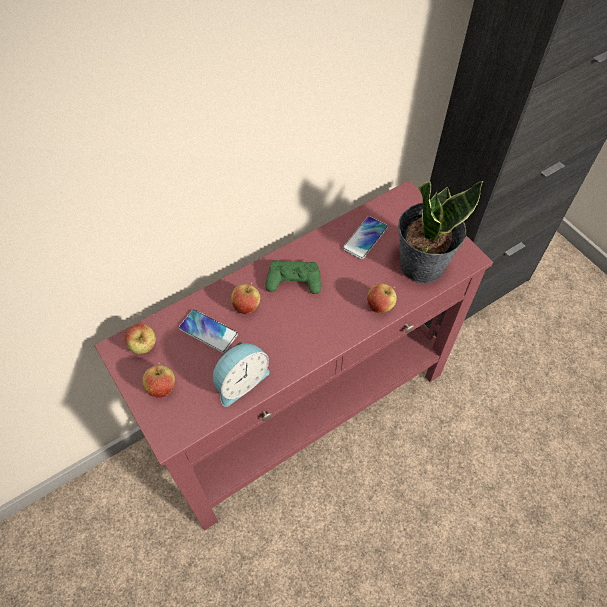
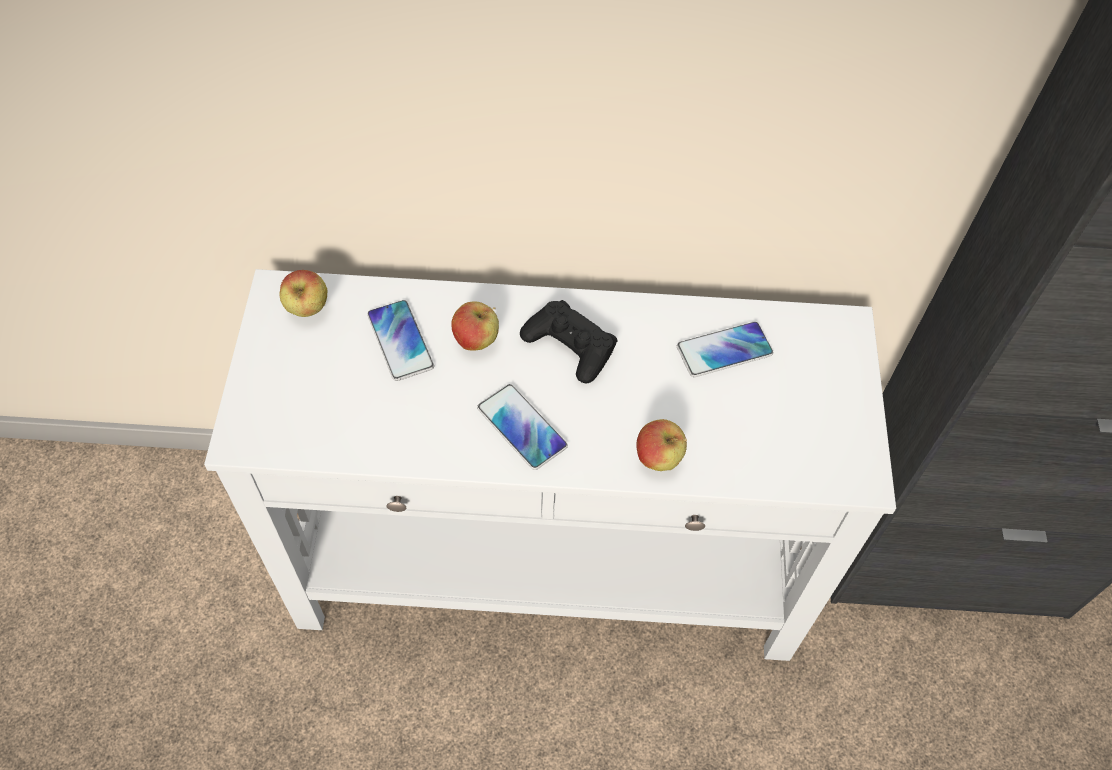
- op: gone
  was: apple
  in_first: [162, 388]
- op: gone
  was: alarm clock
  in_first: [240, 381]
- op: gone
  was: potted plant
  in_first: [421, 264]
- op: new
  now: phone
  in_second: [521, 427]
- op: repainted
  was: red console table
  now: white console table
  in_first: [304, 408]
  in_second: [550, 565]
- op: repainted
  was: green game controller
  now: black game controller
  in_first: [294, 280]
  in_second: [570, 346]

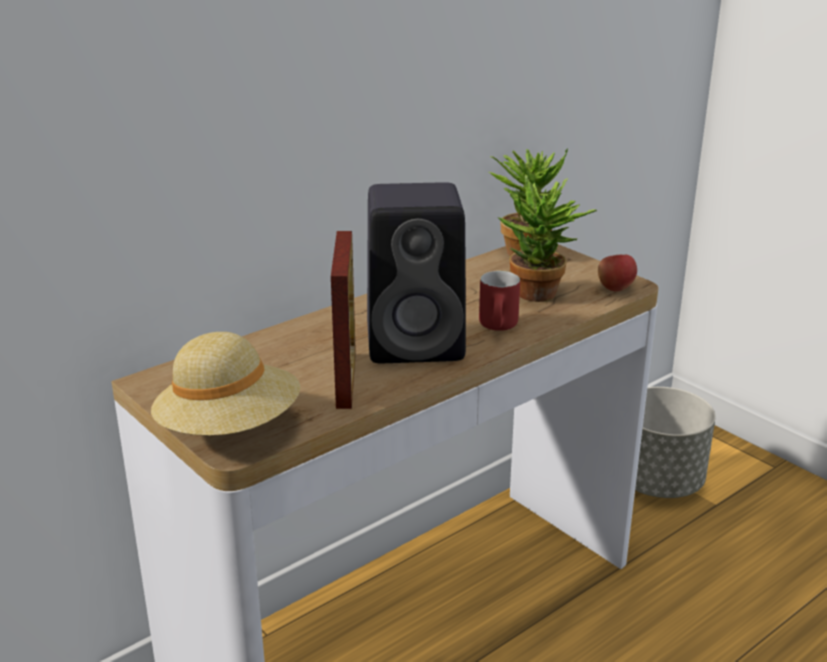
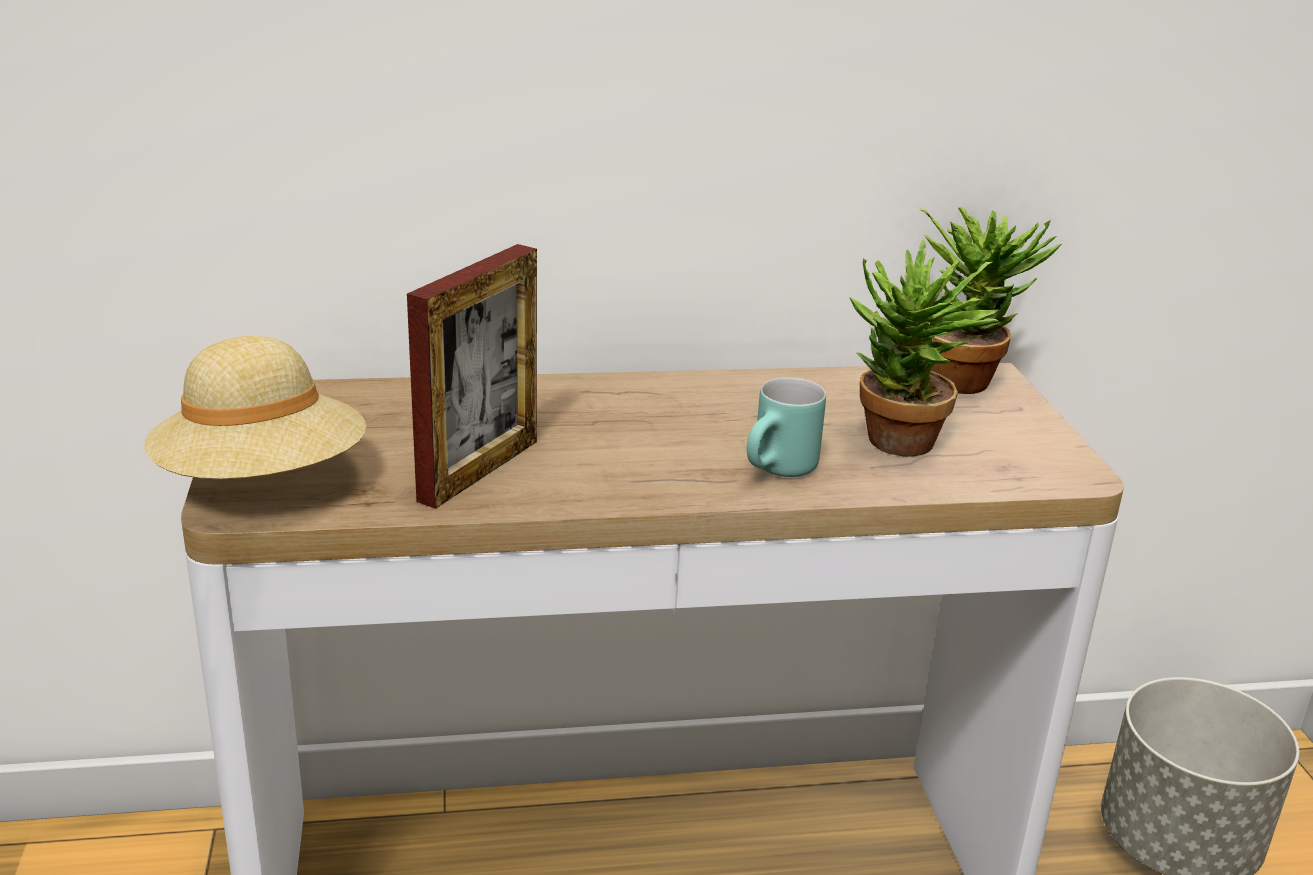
- op: gone
  was: black speaker
  in_first: [419, 343]
- op: gone
  was: apple
  in_first: [615, 288]
- op: repainted
  was: red mug
  now: turquoise mug
  in_first: [500, 328]
  in_second: [781, 472]

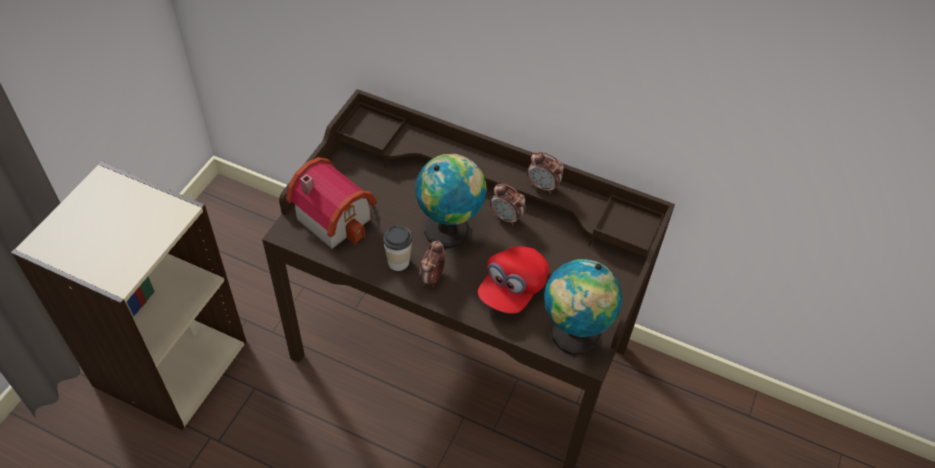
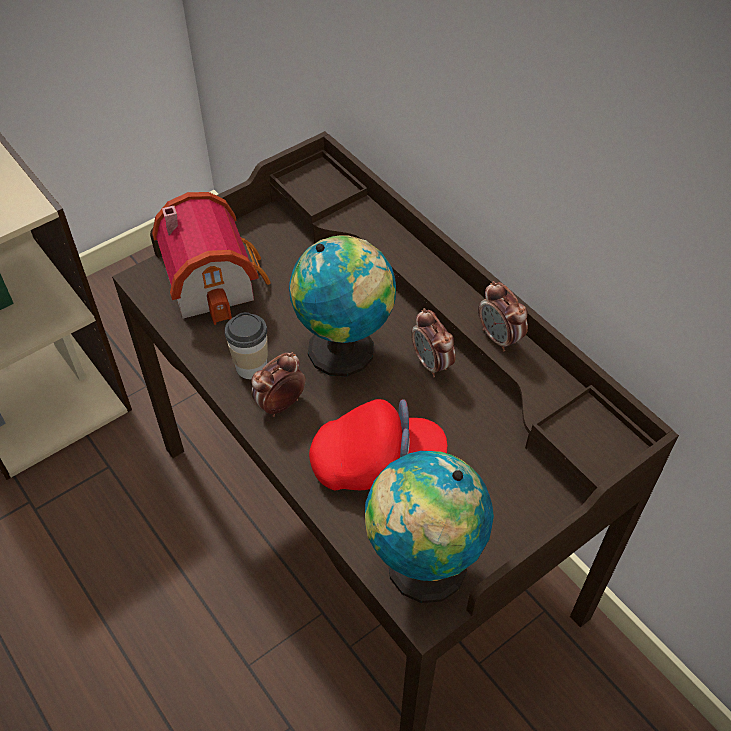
- op: rotated
  was: red cap
  in_first: [512, 289]
  in_second: [377, 464]
  clockwise: -150

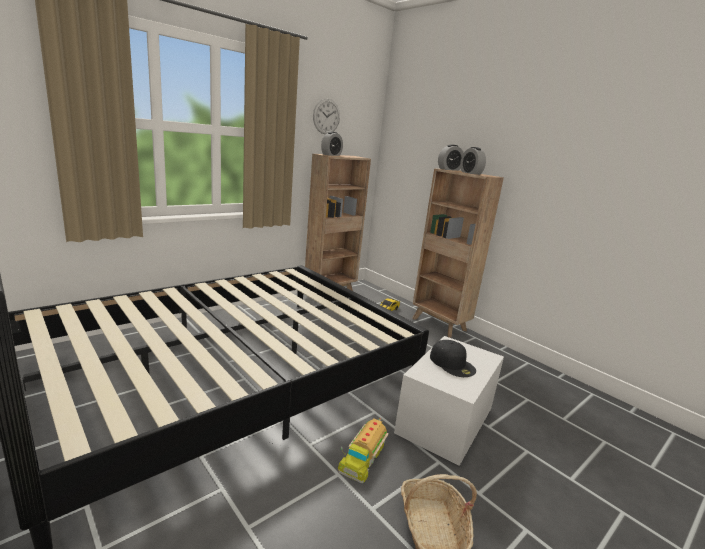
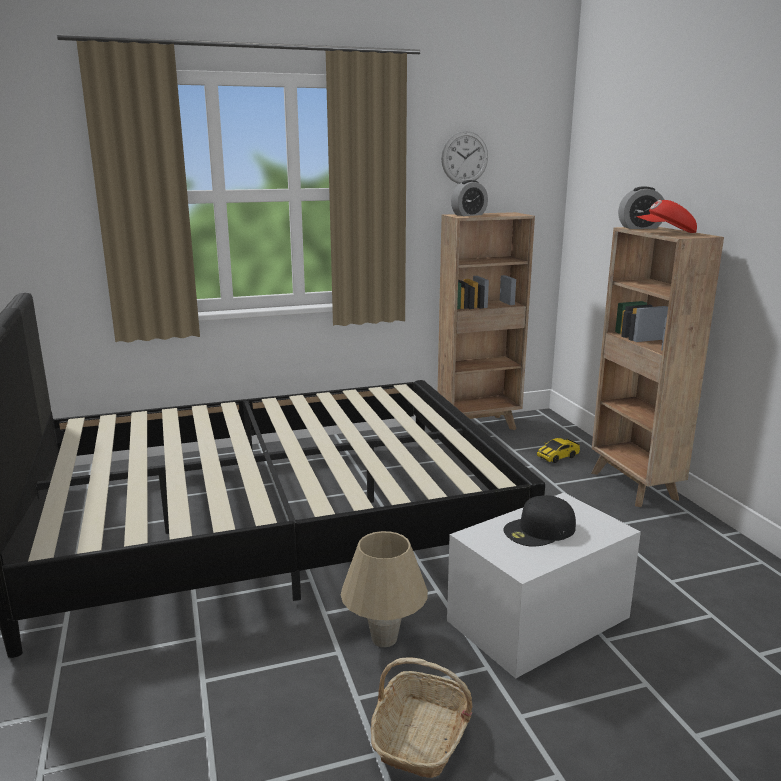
- op: swapped
  was: toy truck
  now: beige table lamp
  in_first: [363, 456]
  in_second: [384, 639]
- op: swapped
  was: alarm clock
  now: red cap
  in_first: [470, 173]
  in_second: [666, 232]
- op: rotated
  was: black cap
  in_first: [452, 363]
  in_second: [539, 530]
  clockwise: 75

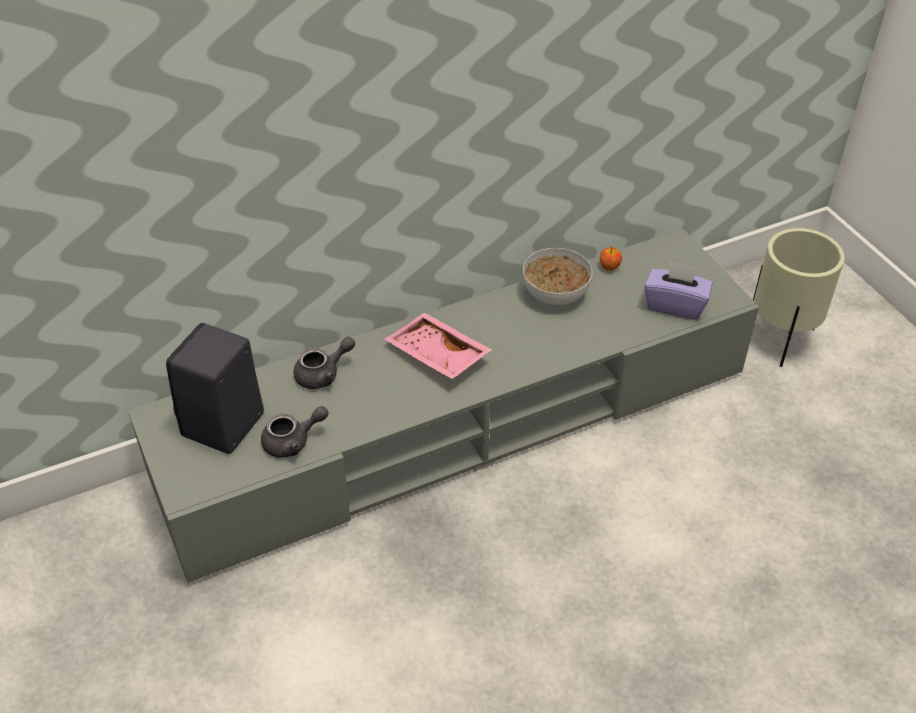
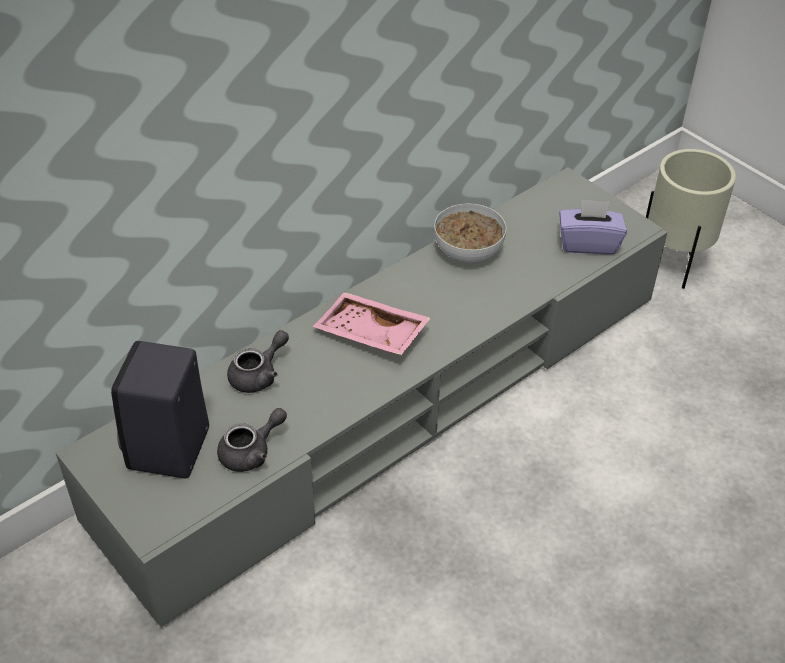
- op: gone
  was: apple
  in_first: [609, 267]

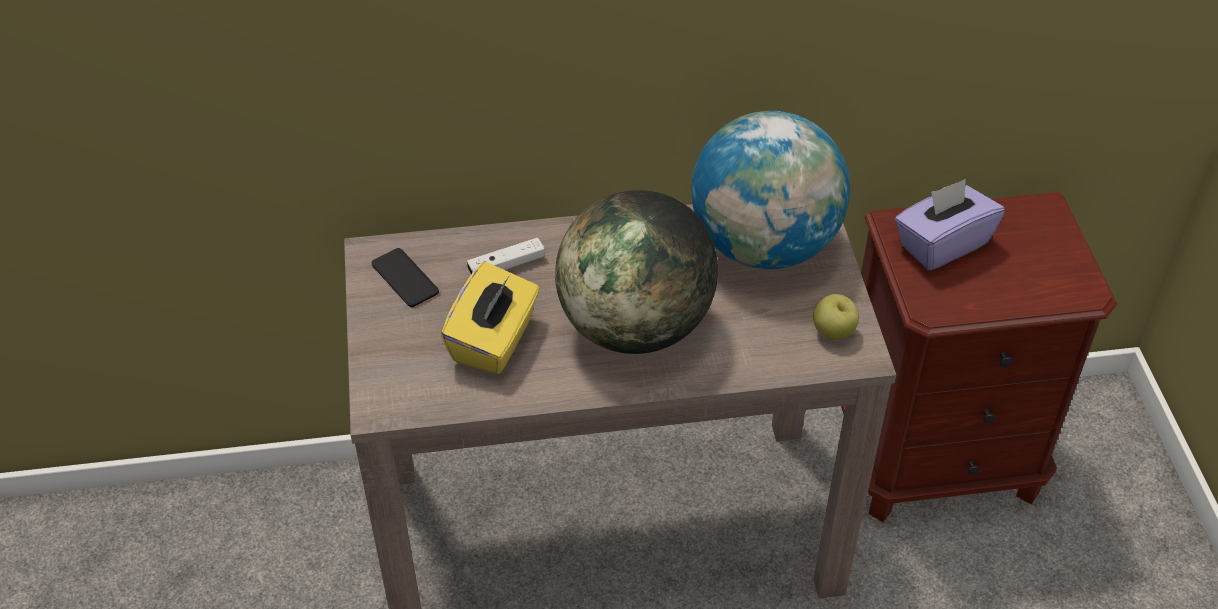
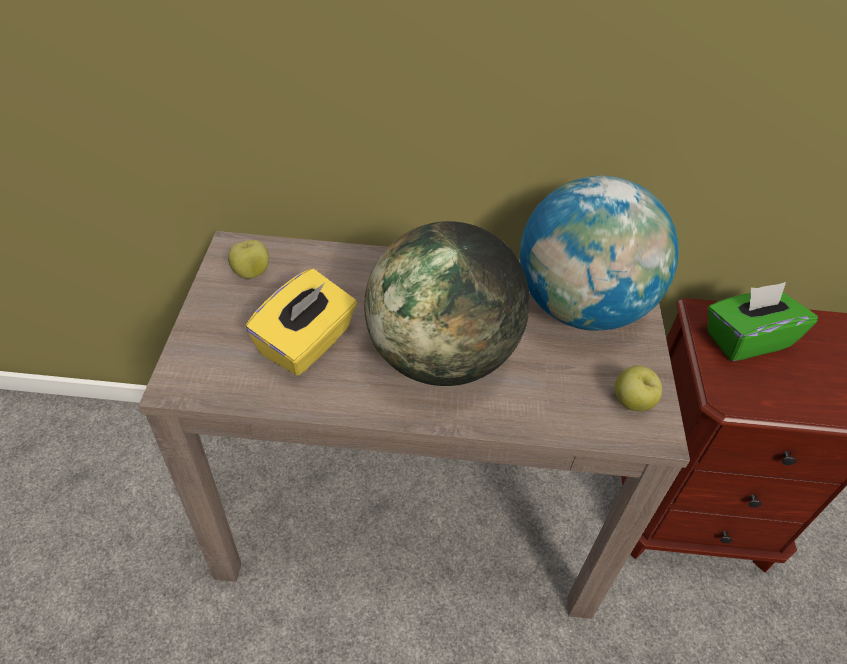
- op: gone
  was: white game controller
  in_first: [506, 265]
- op: swapped
  was: phone
  now: apple
  in_first: [405, 278]
  in_second: [251, 273]
- op: repainted
  was: purple tissue box
  now: green tissue box
  in_first: [942, 244]
  in_second: [746, 339]

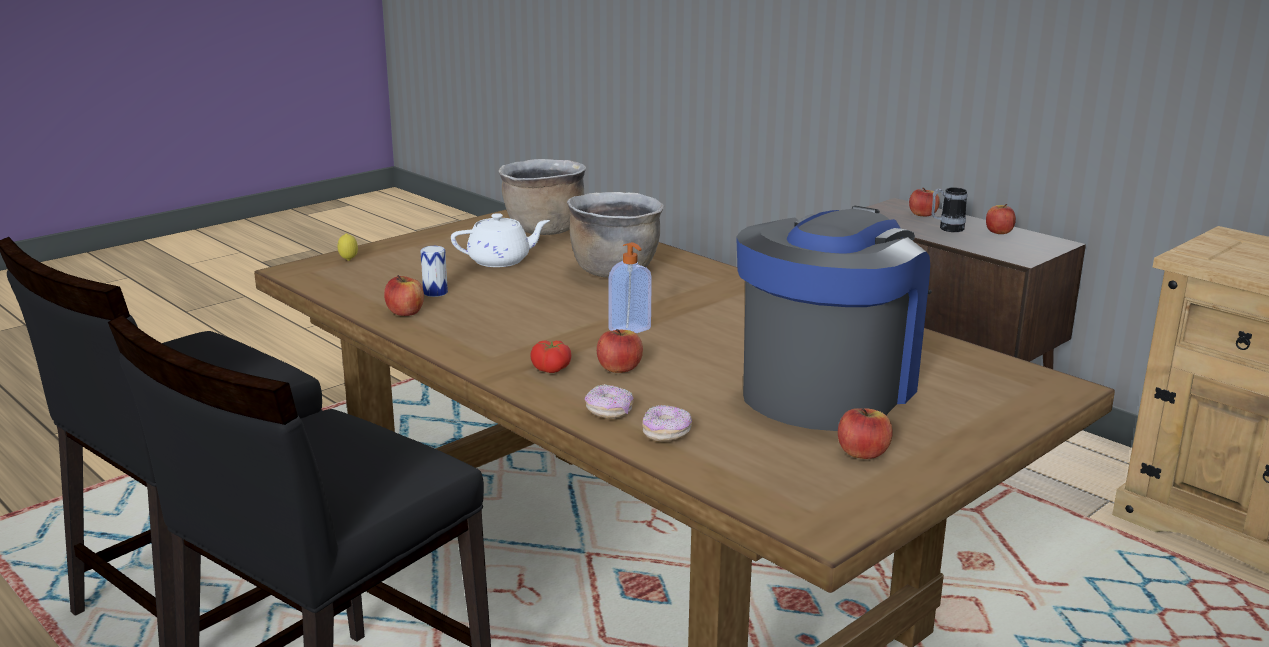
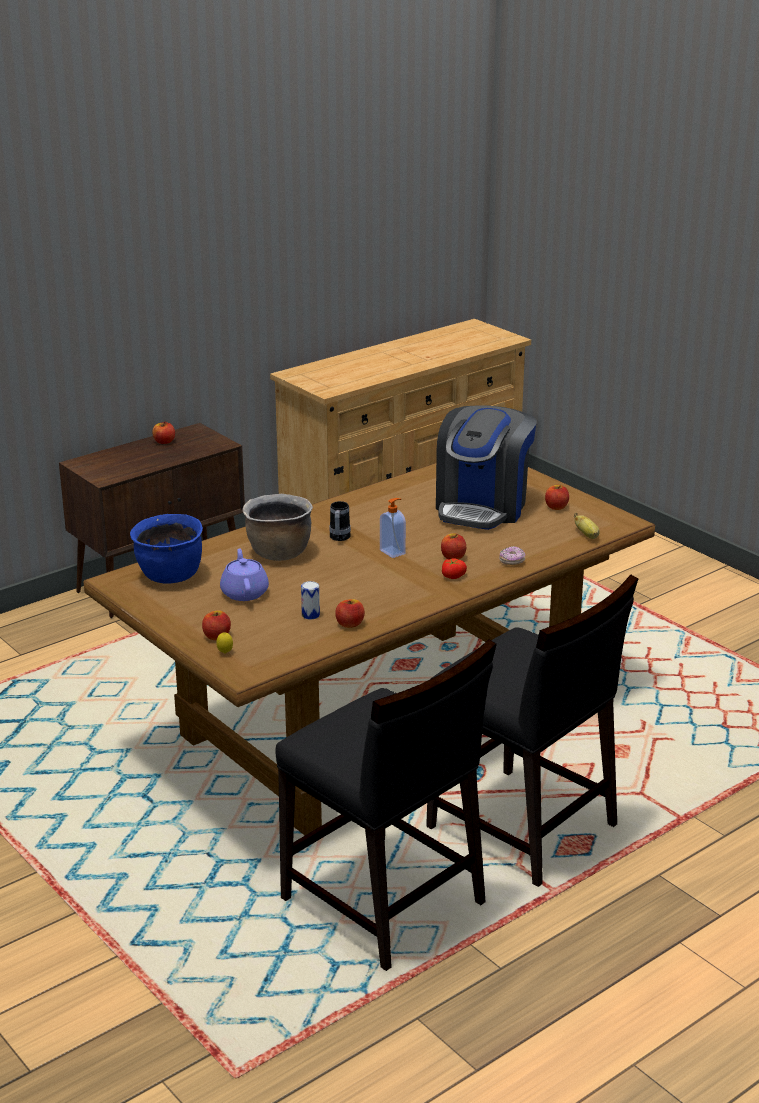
- op: gone
  was: donut
  in_first: [666, 434]
- op: new
  now: banana
  in_second: [587, 535]
- op: shifted
  was: apple
  in_first: [923, 214]
  in_second: [216, 636]
- op: shifted
  was: mug
  in_first: [946, 229]
  in_second: [339, 538]
- op: repainted
  was: white teapot
  now: purple teapot
  in_first: [501, 261]
  in_second: [244, 592]
- op: repainted
  was: brown cooking pot
  now: blue cooking pot
  in_first: [543, 230]
  in_second: [170, 576]
- op: rotated
  was: coffee machine
  in_first: [828, 388]
  in_second: [482, 507]
  clockwise: -105

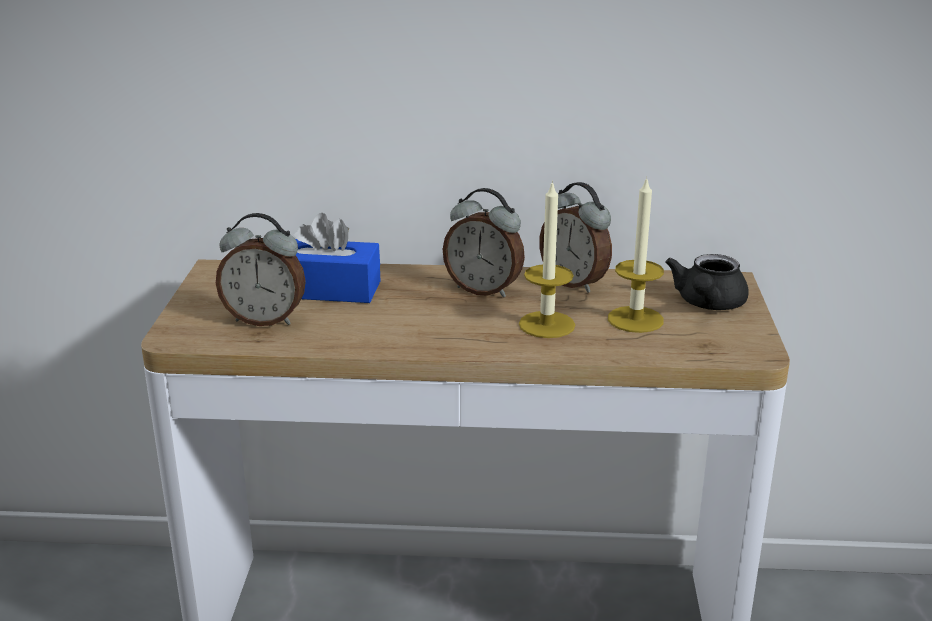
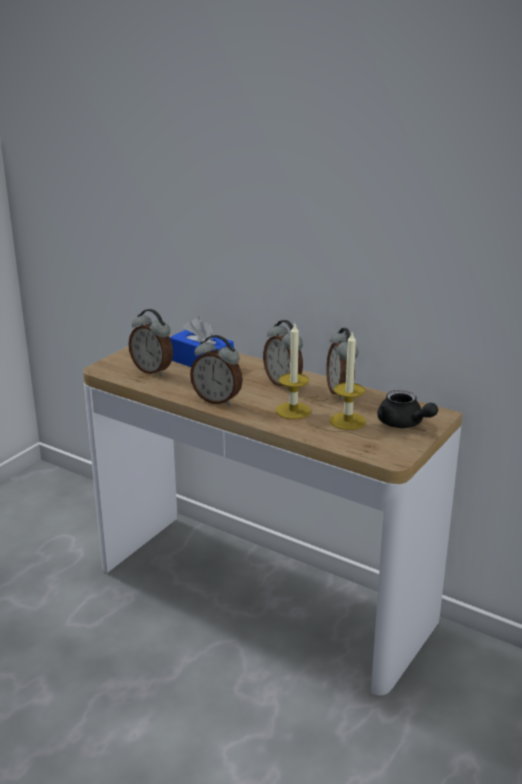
- op: new
  now: alarm clock
  in_second: [217, 400]
- op: rotated
  was: black teapot
  in_first: [707, 304]
  in_second: [404, 424]
  clockwise: -90

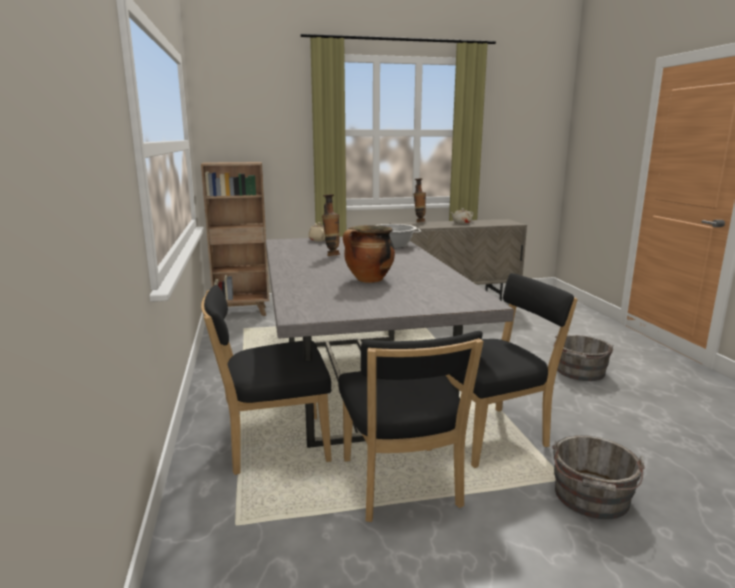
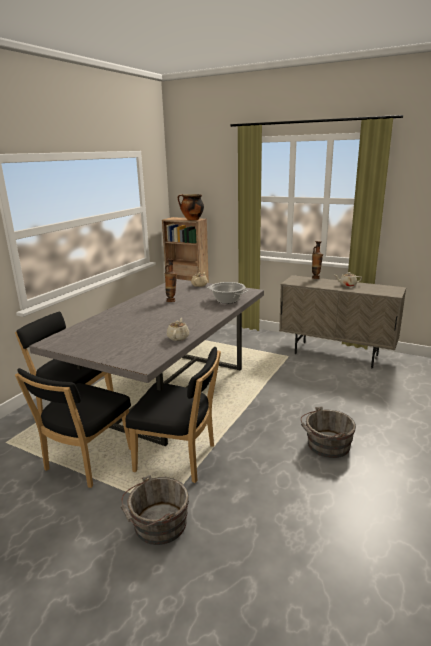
- op: new
  now: beige teapot
  in_second: [178, 337]
- op: shifted
  was: cooking pot
  in_first: [368, 280]
  in_second: [192, 219]

